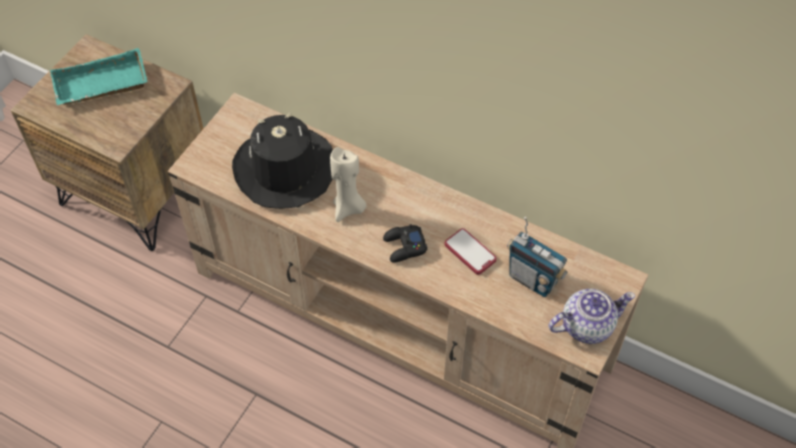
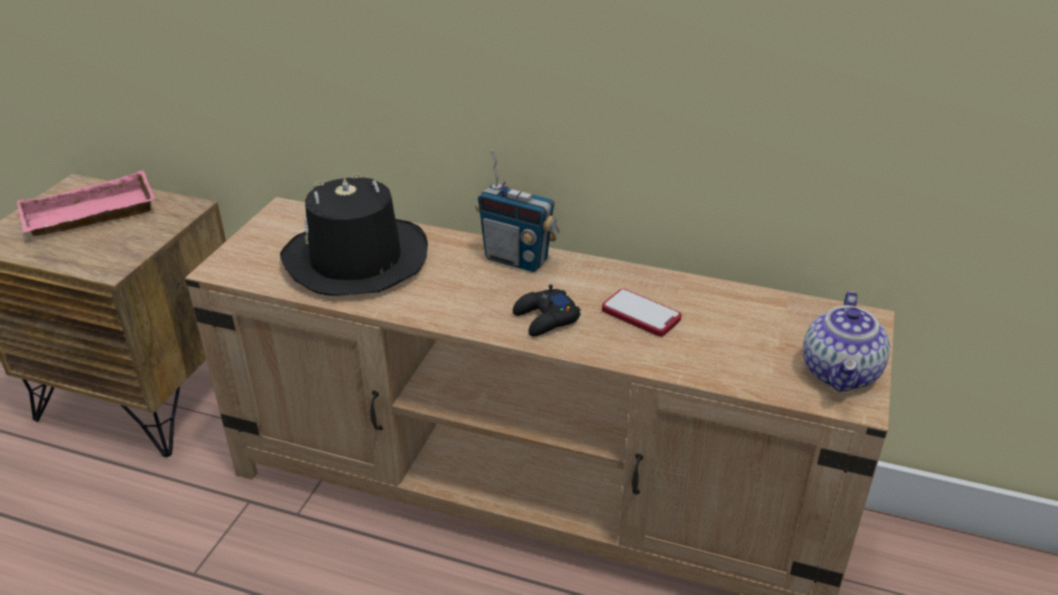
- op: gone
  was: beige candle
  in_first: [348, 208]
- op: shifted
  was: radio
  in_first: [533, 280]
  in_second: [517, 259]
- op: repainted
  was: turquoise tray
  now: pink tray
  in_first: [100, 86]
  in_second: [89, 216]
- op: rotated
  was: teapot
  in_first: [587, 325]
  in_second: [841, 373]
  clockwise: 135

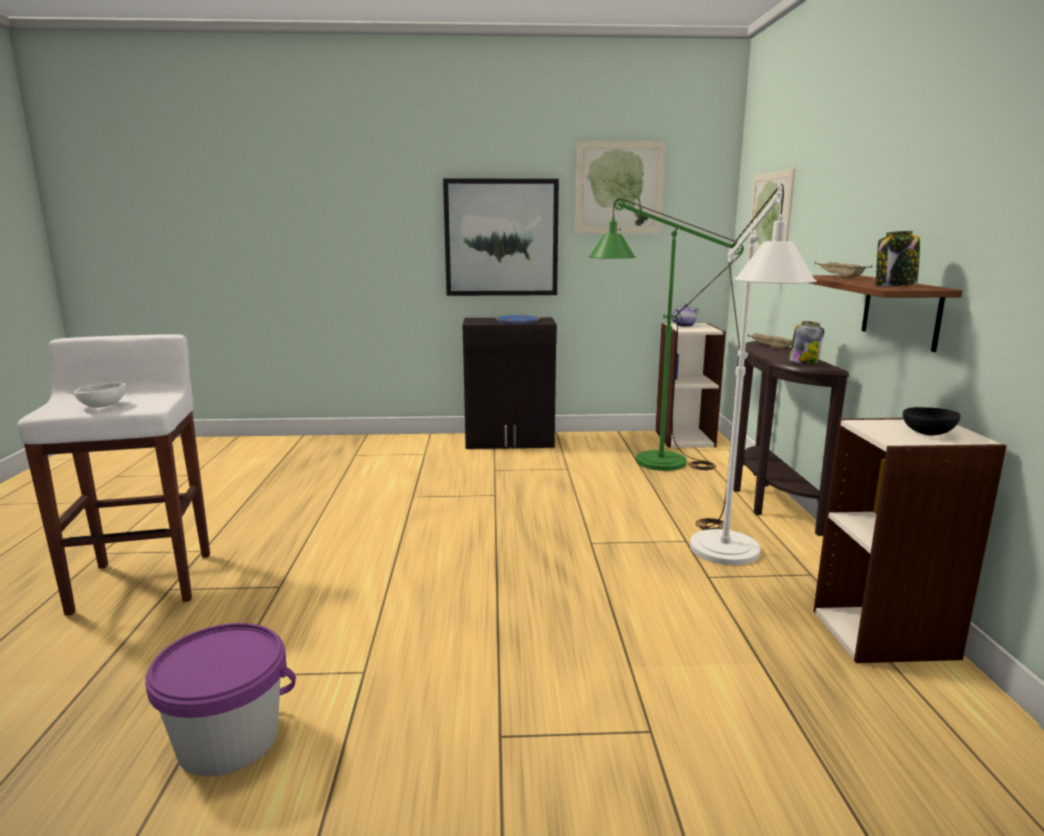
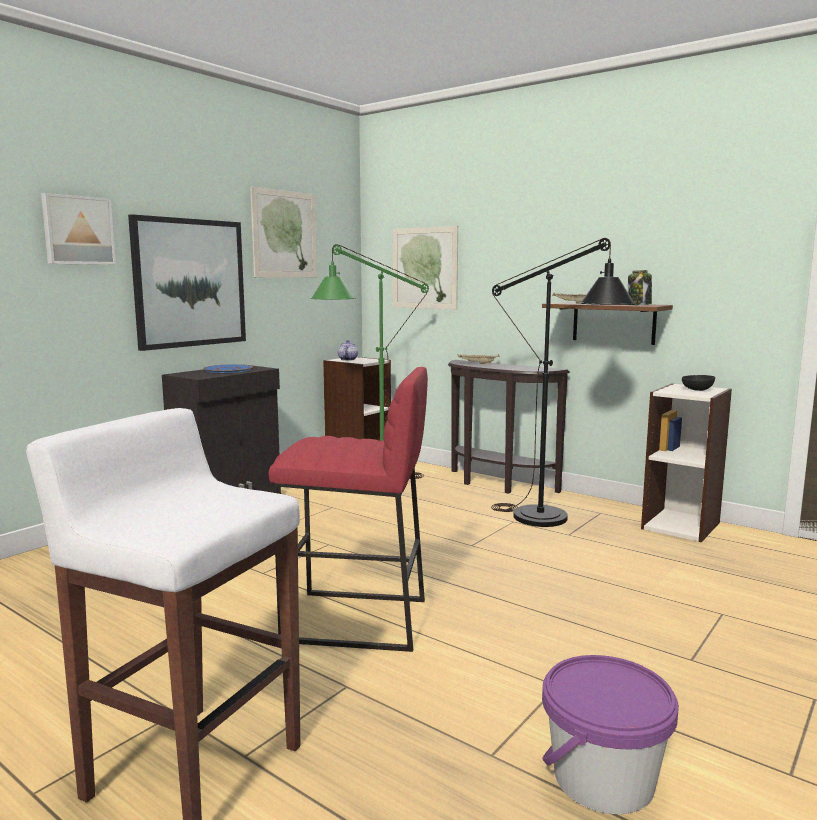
- op: gone
  was: white bowl
  in_first: [102, 406]
- op: gone
  was: jar
  in_first: [803, 362]
- op: new
  now: picture
  in_second: [77, 230]
- op: new
  now: red stool
  in_second: [355, 621]
- op: repainted
  was: white floor lamp
  now: black floor lamp
  in_first: [729, 558]
  in_second: [553, 521]

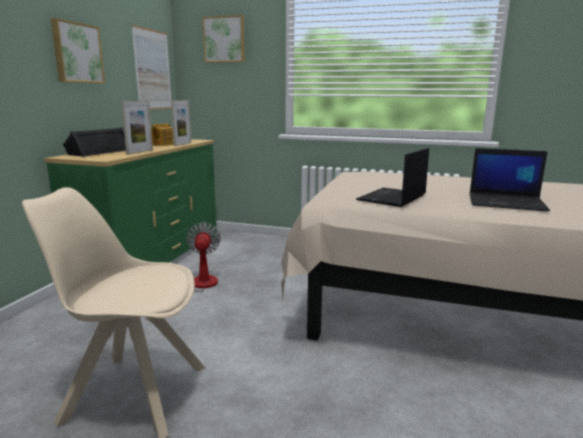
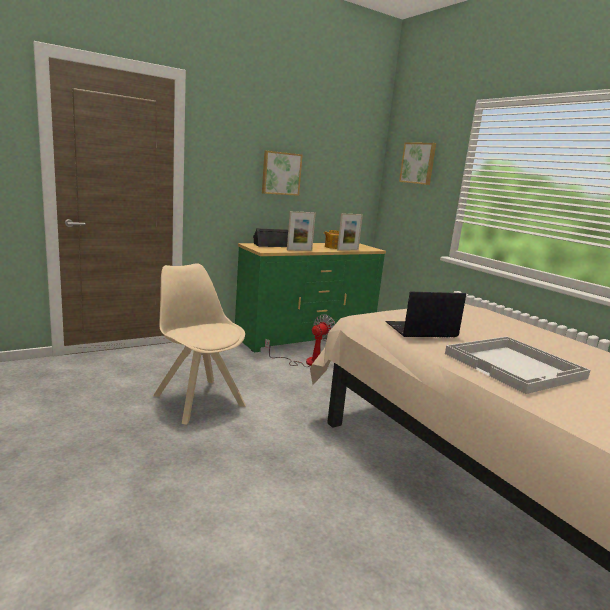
- op: gone
  was: picture
  in_first: [152, 70]
- op: swapped
  was: laptop
  now: white tray
  in_first: [507, 203]
  in_second: [515, 366]

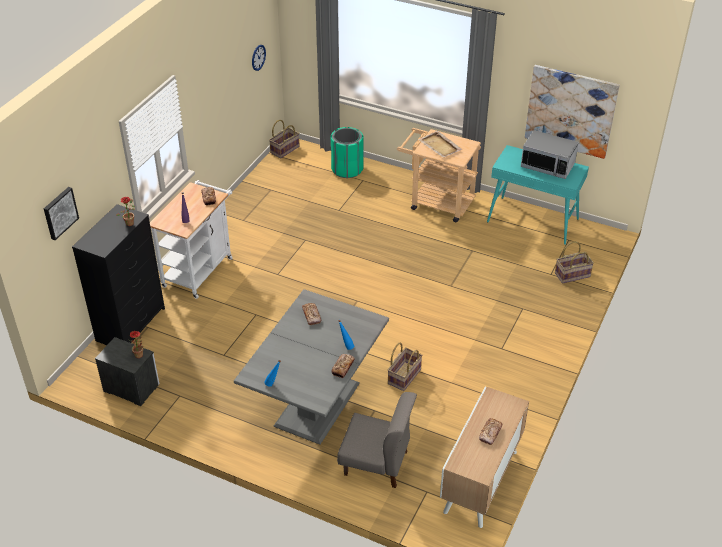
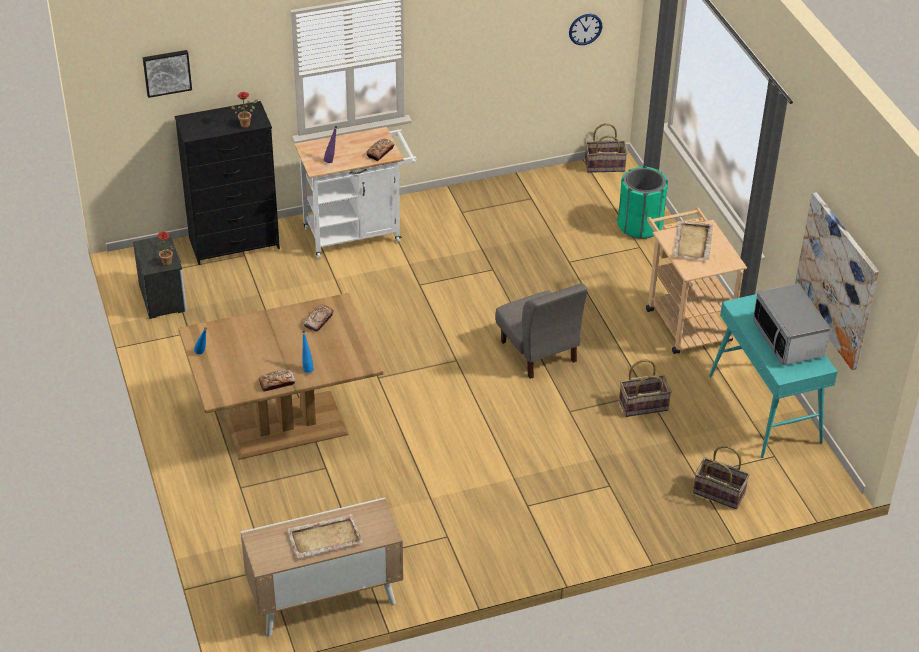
- op: shifted
  was: grey chair
  in_first: [376, 463]
  in_second: [538, 352]
- op: shifted
  was: basket
  in_first: [404, 376]
  in_second: [643, 405]
- op: swapped
  was: bread
  now: beige tray
  in_first: [490, 433]
  in_second: [324, 538]
- op: repainted
  was: grey dining table
  now: brown dining table
  in_first: [316, 404]
  in_second: [285, 424]

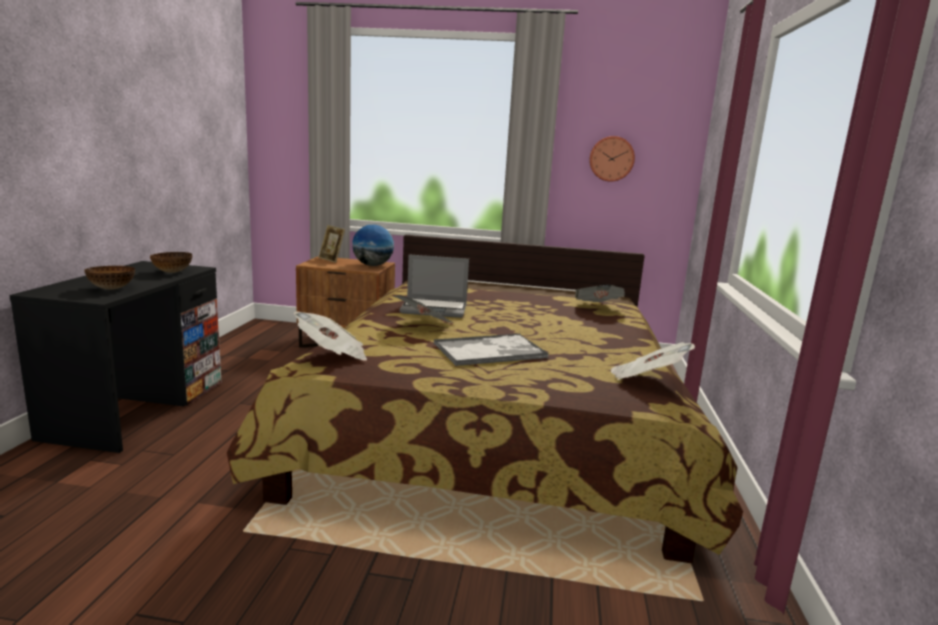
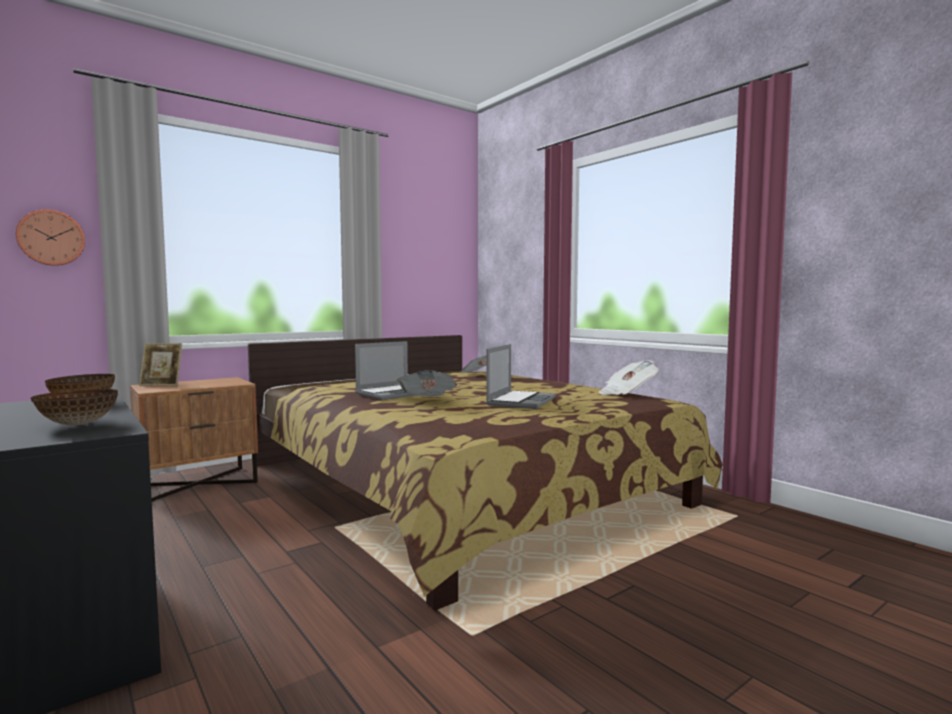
- op: gone
  was: newspaper
  in_first: [333, 354]
- op: gone
  was: globe
  in_first: [372, 265]
- op: shifted
  was: wall clock
  in_first: [611, 159]
  in_second: [51, 238]
- op: swapped
  was: tray
  now: laptop
  in_first: [490, 351]
  in_second: [520, 401]

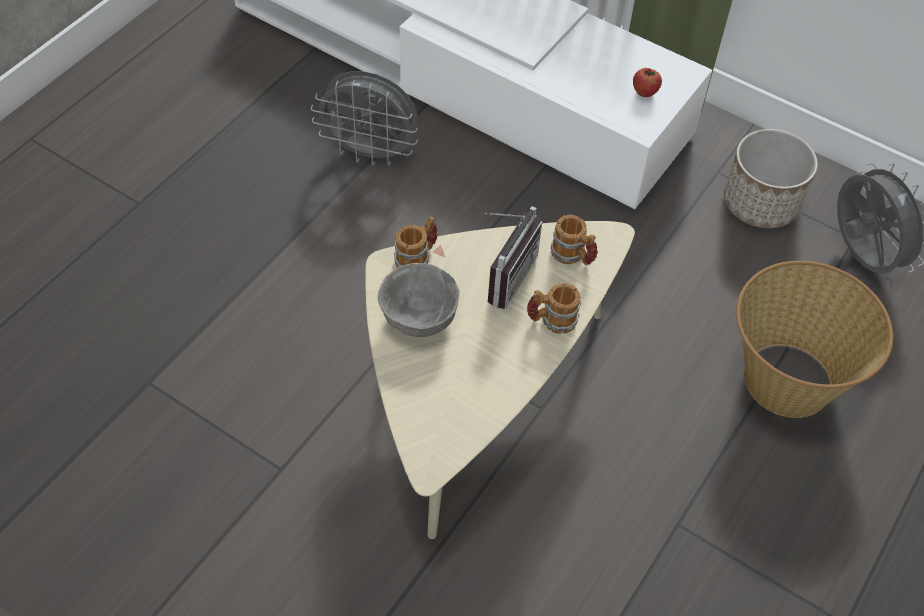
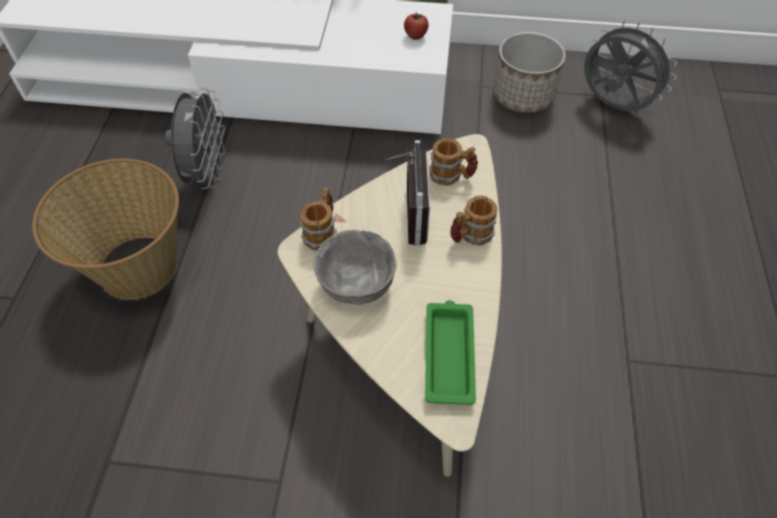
- op: new
  now: green tray
  in_second: [449, 354]
- op: shifted
  was: basket
  in_first: [786, 380]
  in_second: [137, 267]
- op: rotated
  was: grey fan
  in_first: [370, 153]
  in_second: [207, 173]
  clockwise: -75

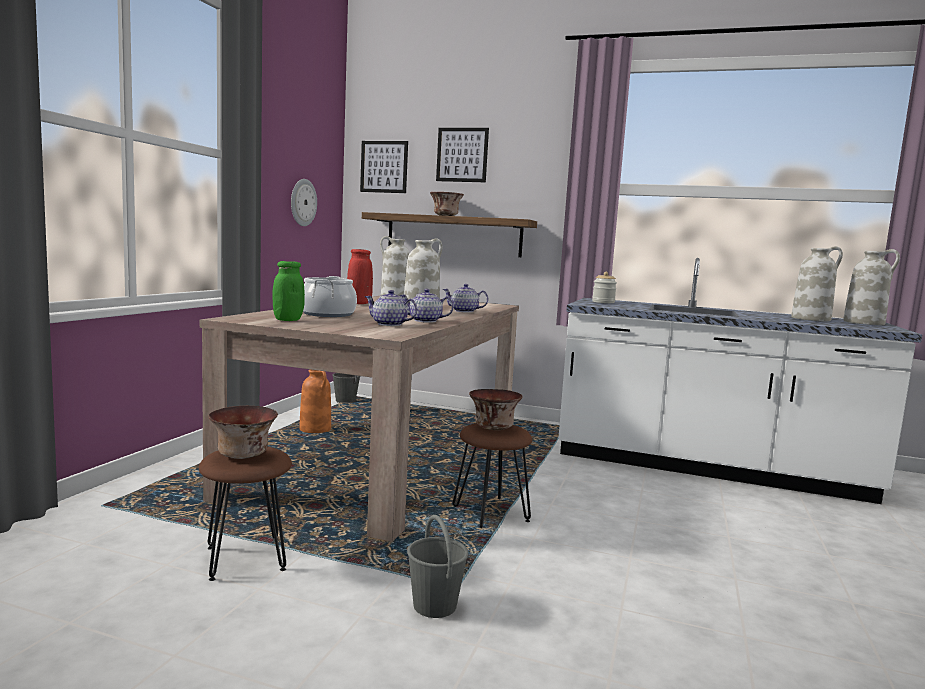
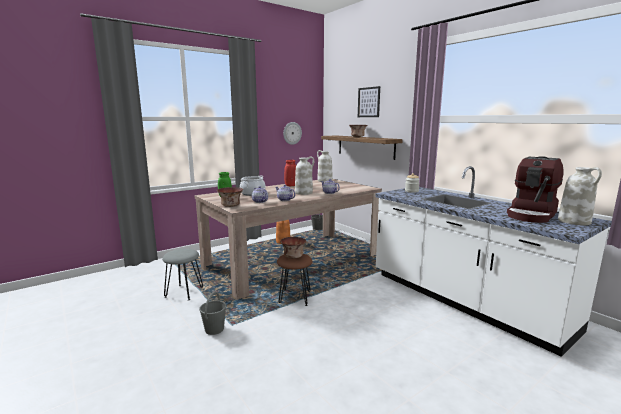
- op: gone
  was: picture
  in_first: [384, 167]
- op: shifted
  was: bowl
  in_first: [243, 455]
  in_second: [231, 205]
- op: swapped
  was: white vase
  now: coffee machine
  in_first: [811, 319]
  in_second: [532, 214]
- op: repainted
  was: brown stool
  now: grey stool
  in_first: [244, 558]
  in_second: [183, 292]

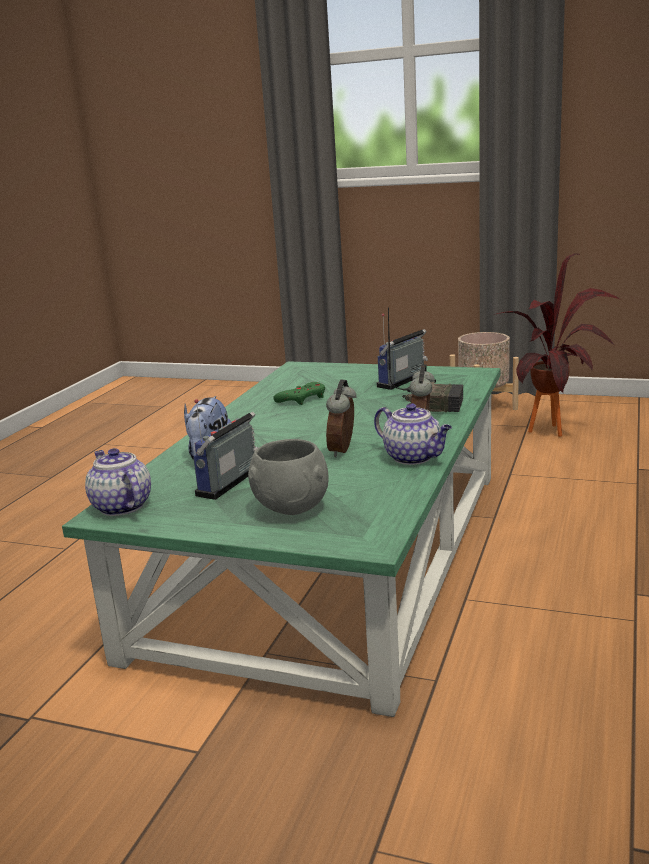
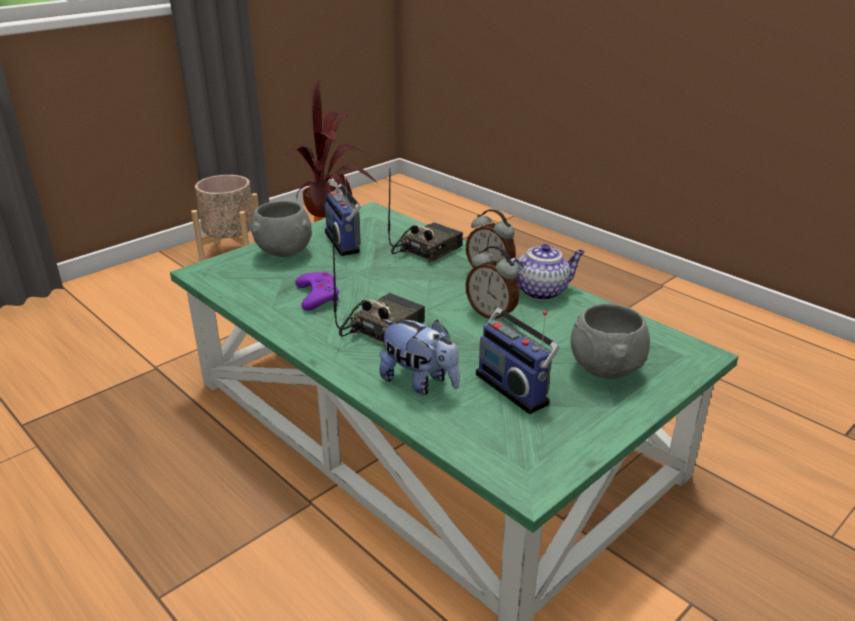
- op: gone
  was: teapot
  in_first: [120, 506]
- op: new
  now: grey bowl
  in_second: [283, 253]
- op: new
  now: radio
  in_second: [381, 327]
- op: repainted
  was: green game controller
  now: purple game controller
  in_first: [302, 398]
  in_second: [317, 295]

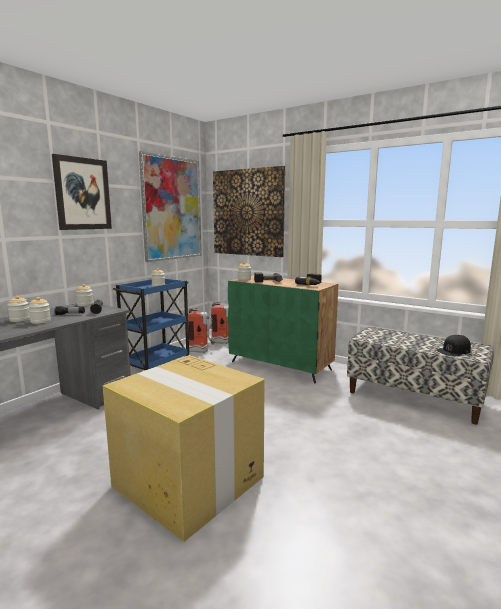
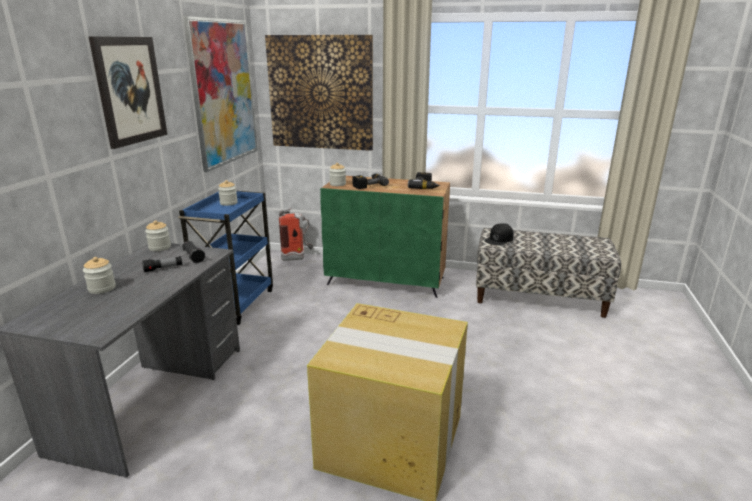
- op: gone
  was: jar
  in_first: [40, 321]
- op: gone
  was: fire extinguisher
  in_first: [202, 351]
- op: shifted
  was: black cap
  in_first: [453, 350]
  in_second: [499, 239]

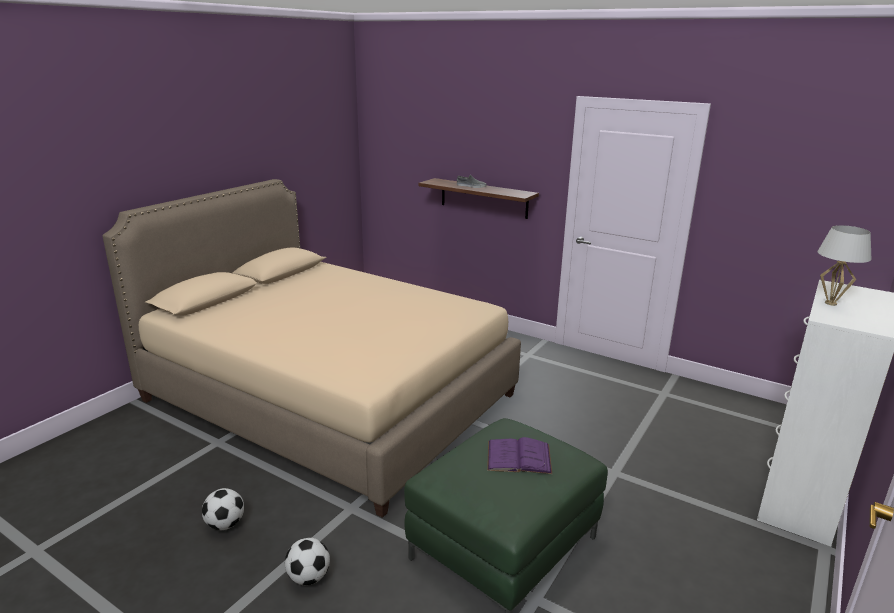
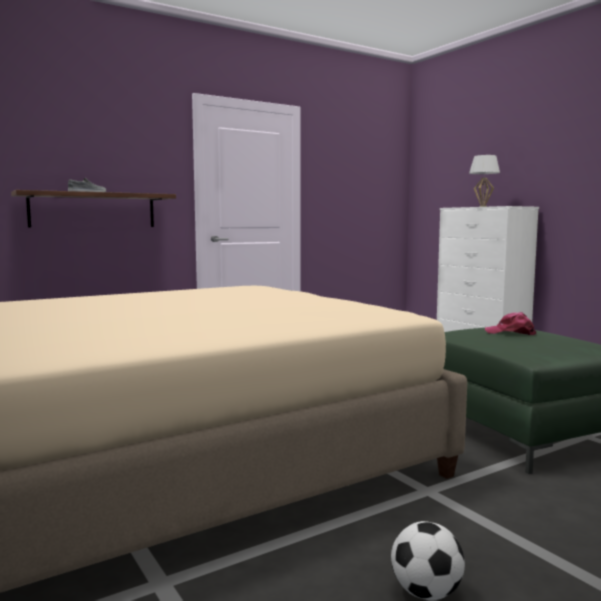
- op: gone
  was: football
  in_first: [309, 577]
- op: swapped
  was: purple book
  now: pink cap
  in_first: [519, 457]
  in_second: [510, 333]

